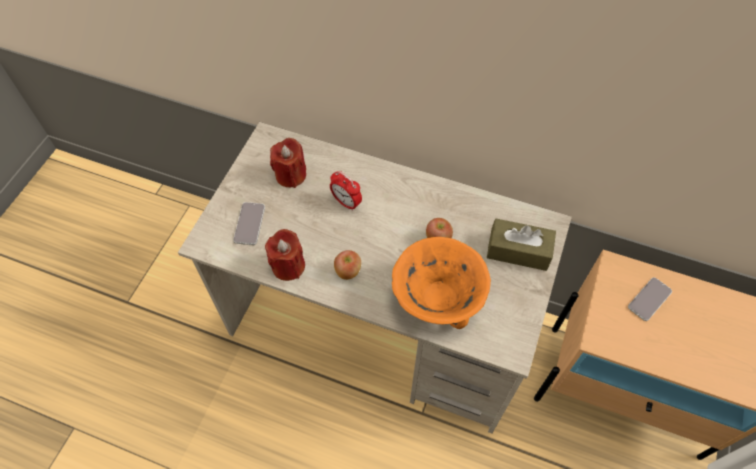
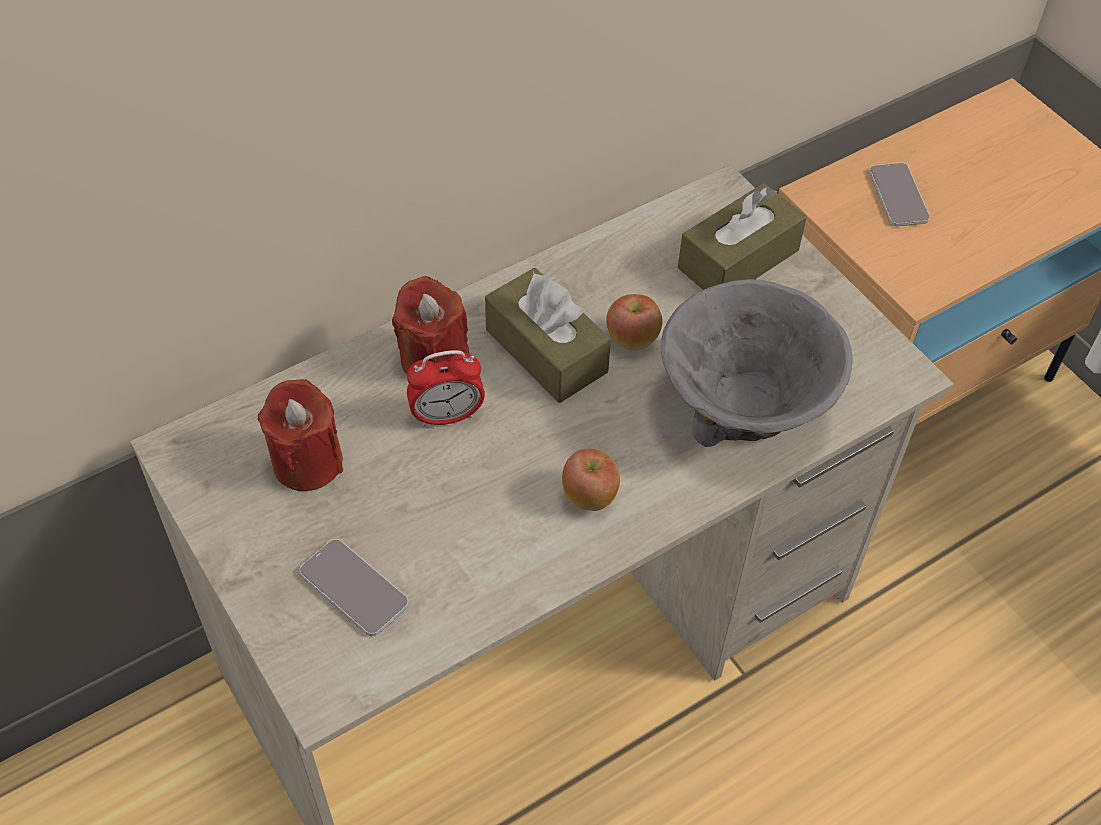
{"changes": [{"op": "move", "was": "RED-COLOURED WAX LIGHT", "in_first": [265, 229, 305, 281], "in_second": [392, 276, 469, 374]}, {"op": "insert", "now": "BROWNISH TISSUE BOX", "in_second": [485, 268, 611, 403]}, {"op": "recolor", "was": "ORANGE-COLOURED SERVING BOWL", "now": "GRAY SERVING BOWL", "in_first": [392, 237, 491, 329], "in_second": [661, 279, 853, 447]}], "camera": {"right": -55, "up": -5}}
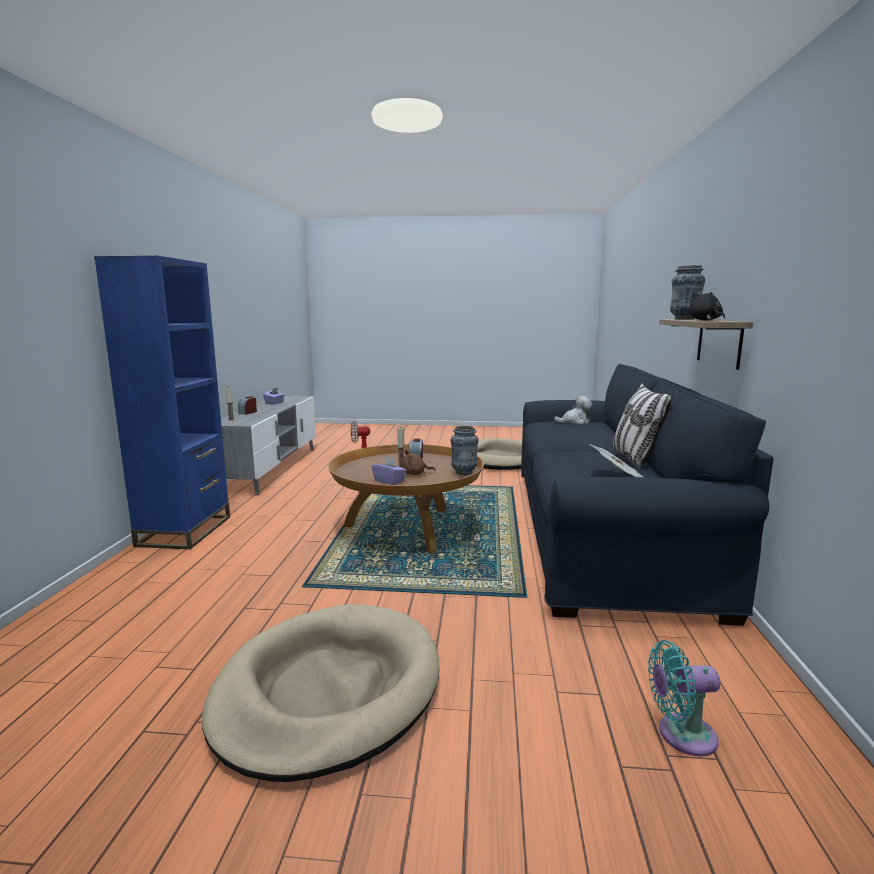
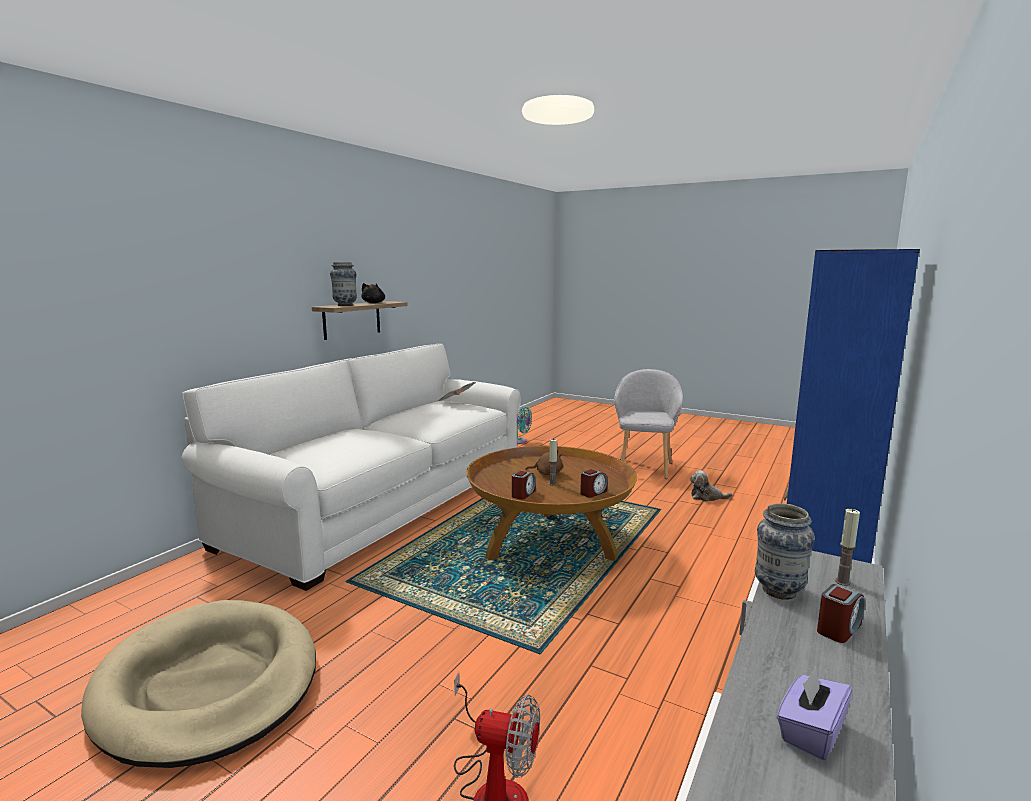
{"changes": [{"op": "recolor", "was": "BLUE-COLOURED COUCH", "now": "WHITE COUCH", "in_first": [521, 364, 774, 626], "in_second": [182, 343, 521, 591]}, {"op": "insert", "now": "ALARM CLOCK", "in_second": [580, 469, 607, 498]}, {"op": "replace", "was": "SAND-COLOURED DOG BED", "now": "GRAY ARMCHAIR", "in_first": [202, 604, 439, 782], "in_second": [614, 369, 683, 479]}, {"op": "move", "was": "CUDDLY TOY", "in_first": [554, 396, 592, 424], "in_second": [690, 470, 732, 502]}, {"op": "move", "was": "FLOWER VASE", "in_first": [451, 426, 479, 475], "in_second": [755, 503, 815, 600]}, {"op": "delete", "was": "PURPLISH TISSUE BOX", "in_first": [372, 457, 407, 485]}, {"op": "delete", "was": "PILLOW", "in_first": [612, 383, 673, 469]}], "camera": {"right": -155, "up": 0}}
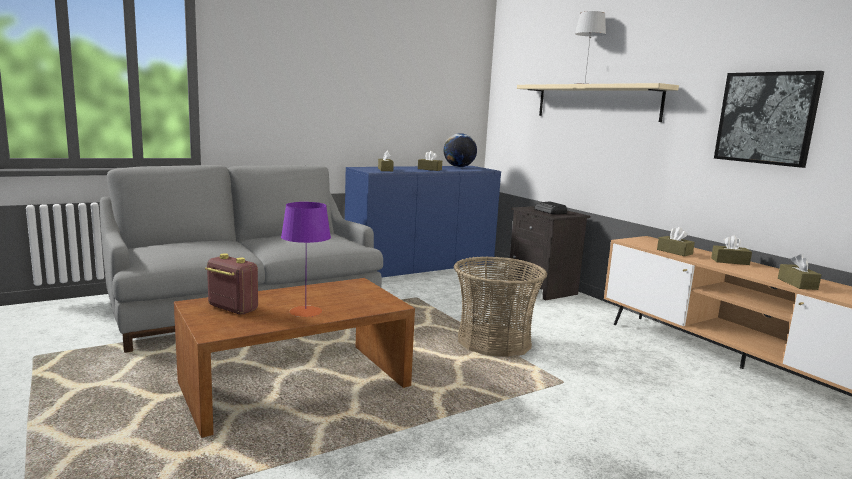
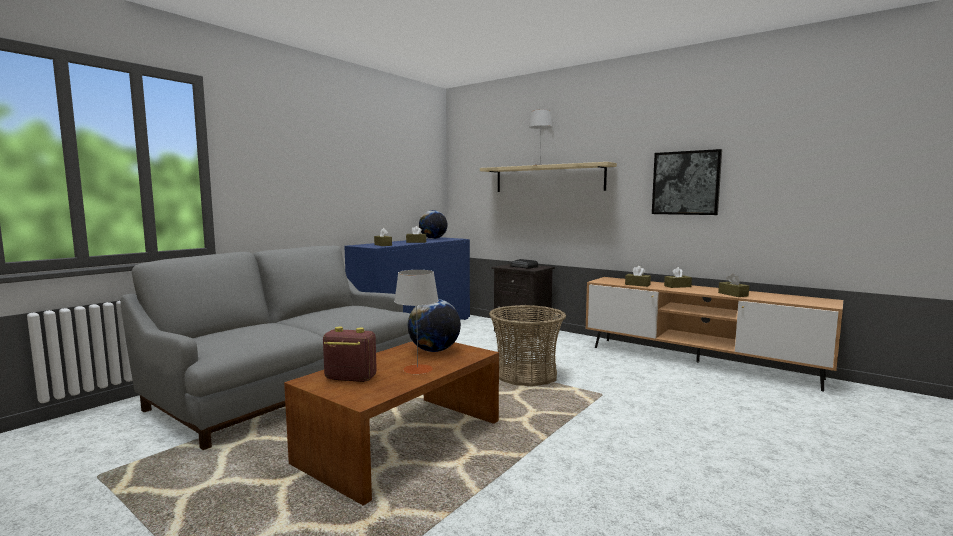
{"changes": [{"op": "recolor", "was": "PURPLISH LAMP FOR A TABLE", "now": "GRAY LAMP FOR A TABLE", "in_first": [281, 202, 331, 317], "in_second": [394, 270, 439, 374]}, {"op": "insert", "now": "DESK GLOBE", "in_second": [408, 299, 461, 352]}], "camera": {"right": -20, "up": -5}}
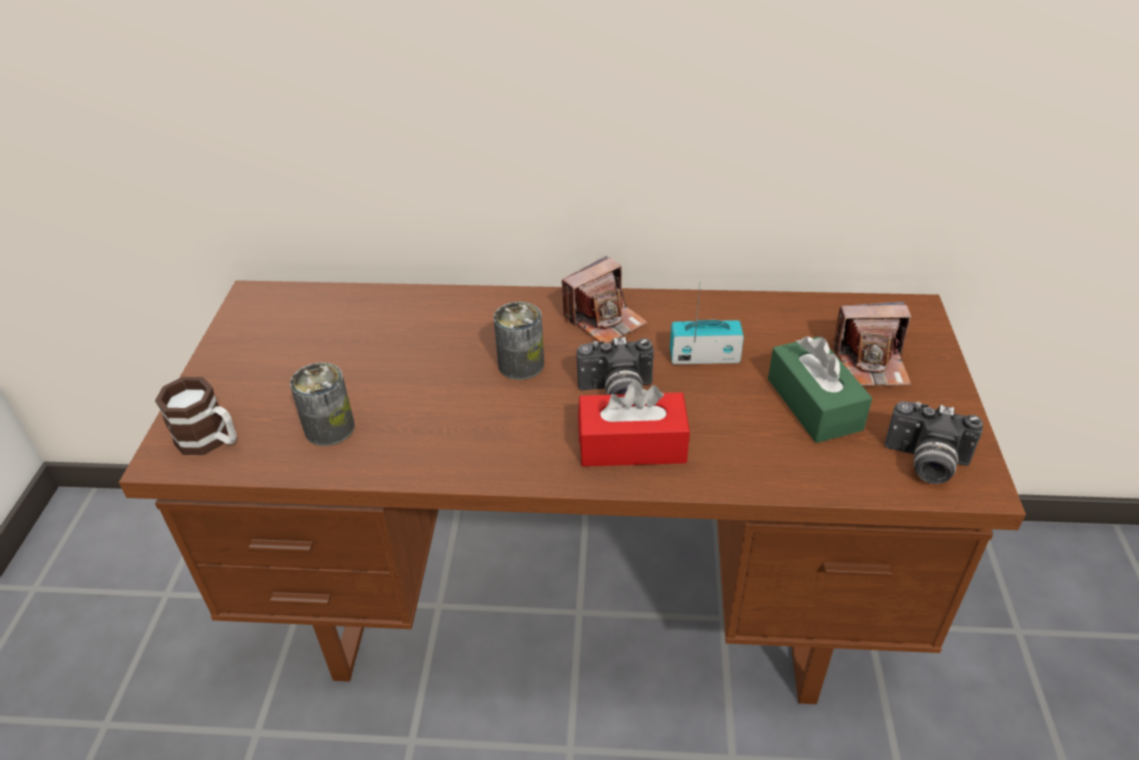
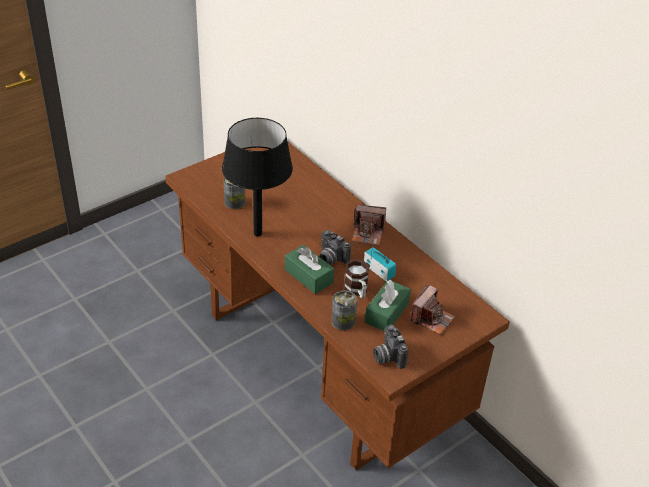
{"changes": [{"op": "insert", "now": "BLACK-COLOURED LAMP FOR A TABLE", "in_second": [222, 118, 293, 236]}, {"op": "recolor", "was": "RED-COLOURED TISSUE BOX", "now": "GREEN-COLOURED TISSUE BOX", "in_first": [578, 382, 690, 467], "in_second": [285, 245, 334, 294]}, {"op": "move", "was": "CAN", "in_first": [494, 302, 544, 380], "in_second": [331, 291, 357, 330]}, {"op": "move", "was": "COFFEE MUG", "in_first": [155, 377, 237, 455], "in_second": [344, 259, 369, 298]}, {"op": "rotate", "was": "STILL CAMERA", "in_first": [831, 301, 911, 386], "in_second": [410, 285, 455, 335], "clockwise": -105}], "camera": {"right": 45, "up": 0}}
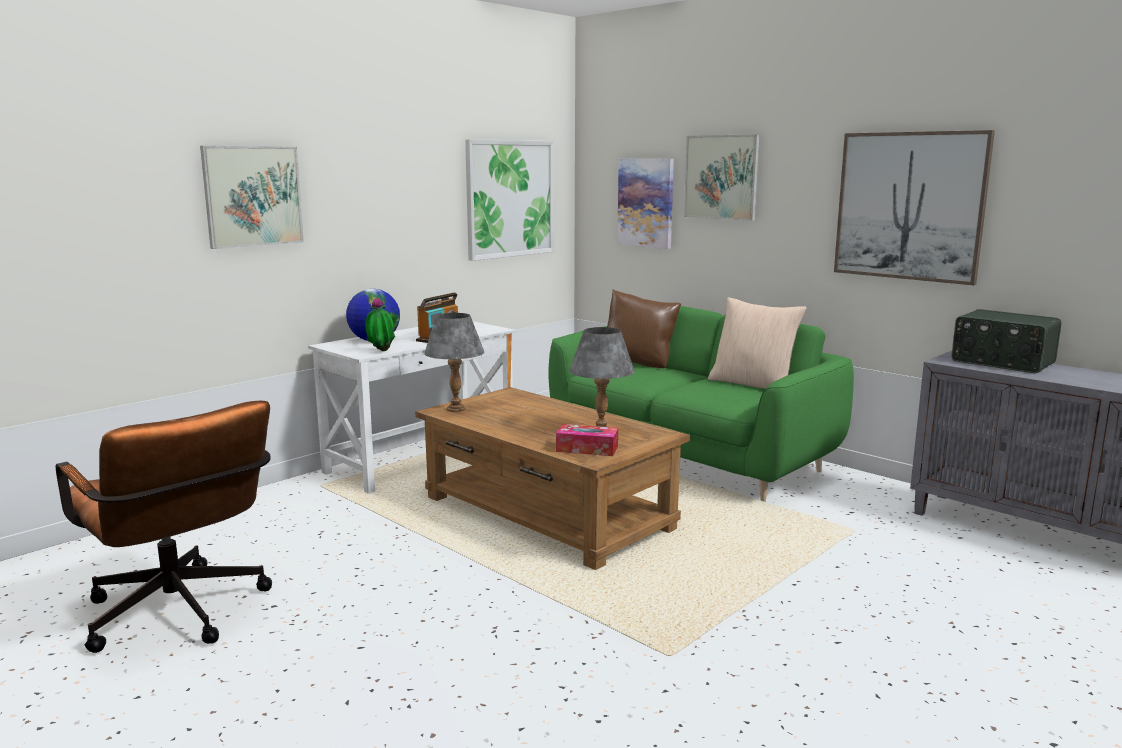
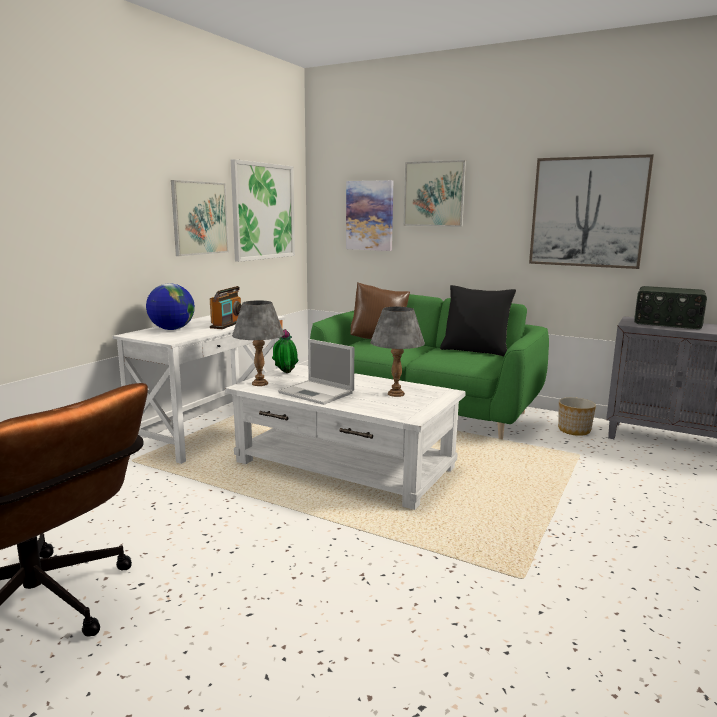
{"changes": [{"op": "move", "was": "WALL ART", "in_first": [200, 146, 304, 249], "in_second": [171, 180, 228, 256]}, {"op": "recolor", "was": "BROWNISH LOW TABLE", "now": "WHITE LOW TABLE", "in_first": [415, 387, 690, 570], "in_second": [225, 364, 466, 510]}, {"op": "move", "was": "HOUSEPLANT", "in_first": [365, 297, 395, 351], "in_second": [272, 329, 299, 373]}, {"op": "insert", "now": "LAPTOP", "in_second": [278, 339, 354, 405]}, {"op": "recolor", "was": "SAND-COLOURED PILLOW", "now": "BLACK-COLOURED PILLOW", "in_first": [708, 297, 807, 389], "in_second": [440, 285, 516, 357]}, {"op": "insert", "now": "FLOWER POT", "in_second": [558, 397, 596, 436]}, {"op": "delete", "was": "TISSUE BOX", "in_first": [556, 424, 618, 456]}], "camera": {"right": -15, "up": 0}}
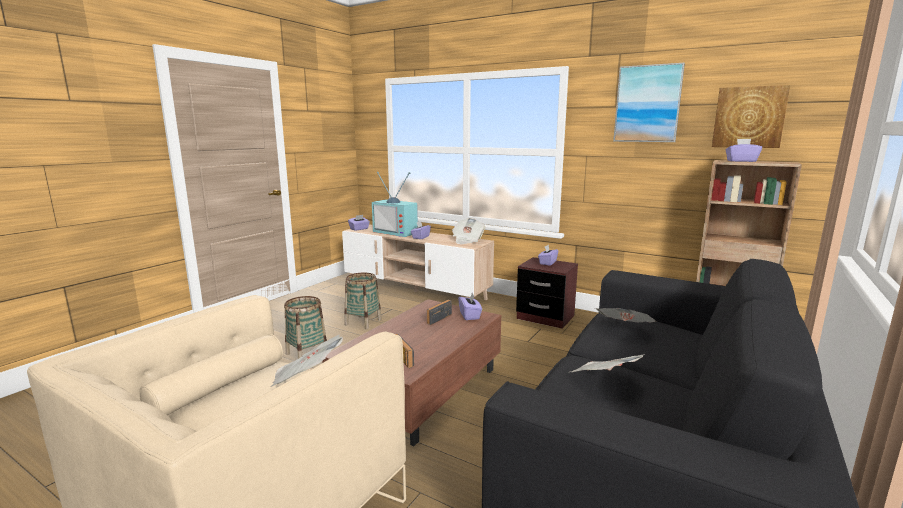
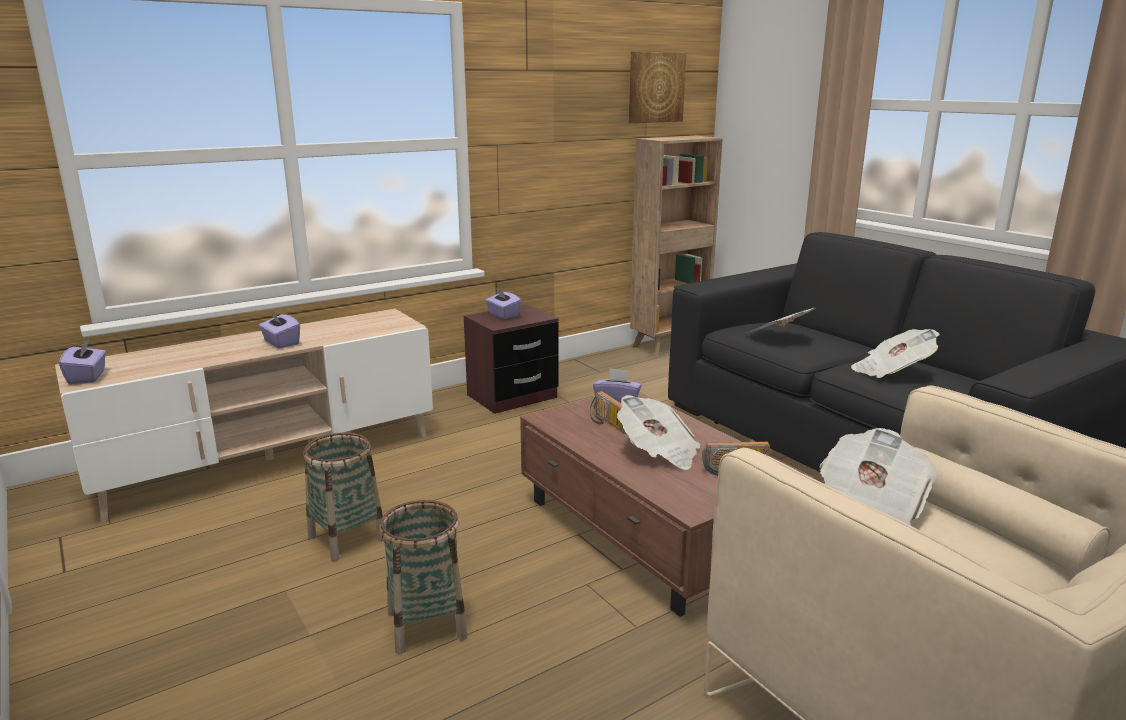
{"changes": [{"op": "move", "was": "PRINTED PAPER", "in_first": [452, 218, 486, 244], "in_second": [617, 395, 700, 470]}, {"op": "delete", "was": "TV", "in_first": [372, 172, 418, 237]}, {"op": "delete", "was": "WALL ART", "in_first": [613, 63, 685, 142]}, {"op": "delete", "was": "PURPLISH TISSUE BOX", "in_first": [726, 139, 762, 162]}], "camera": {"right": -65, "up": 5}}
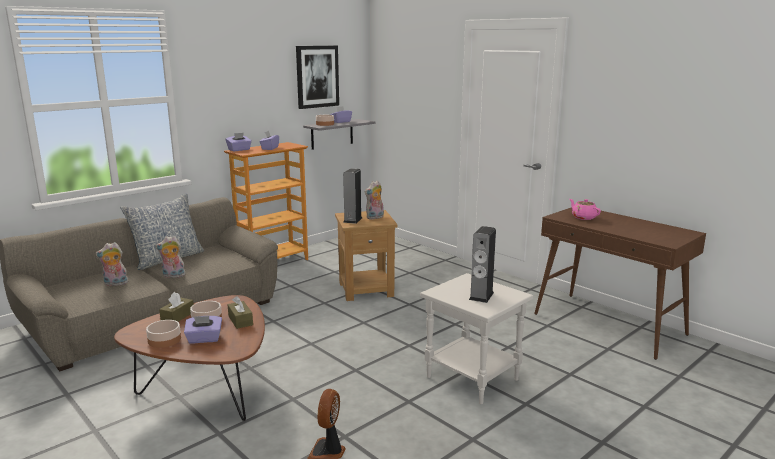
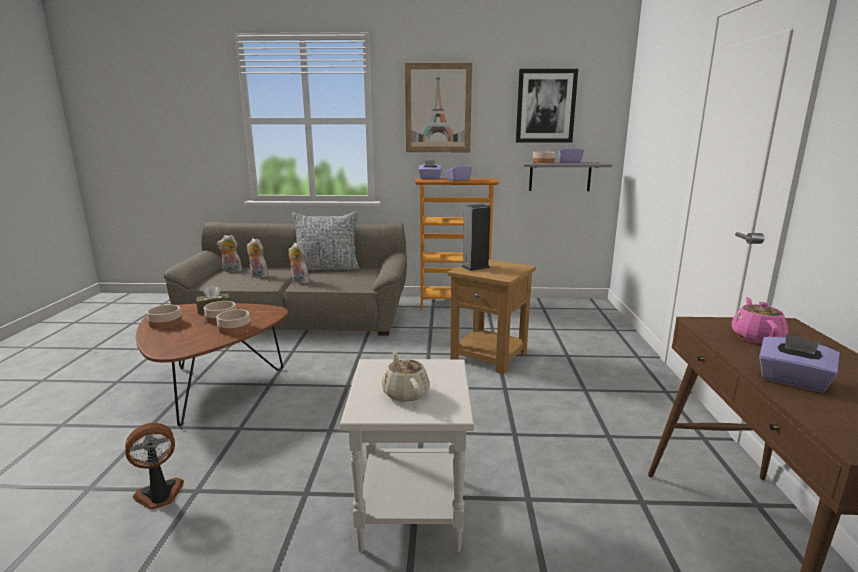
{"changes": [{"op": "replace", "was": "BROWNISH TISSUE BOX", "now": "SERVING BOWL", "in_first": [228, 296, 253, 329], "in_second": [216, 310, 251, 335]}, {"op": "move", "was": "CUDDLY TOY", "in_first": [365, 180, 384, 220], "in_second": [217, 235, 244, 272]}, {"op": "replace", "was": "LOUDSPEAKER", "now": "SAND-COLOURED POT FOR TEA", "in_first": [469, 226, 496, 303], "in_second": [382, 351, 430, 402]}, {"op": "insert", "now": "WALL ART", "in_second": [405, 63, 472, 152]}, {"op": "move", "was": "PURPLISH TISSUE BOX", "in_first": [184, 316, 222, 343], "in_second": [759, 334, 840, 393]}], "camera": {"right": 45, "up": 0}}
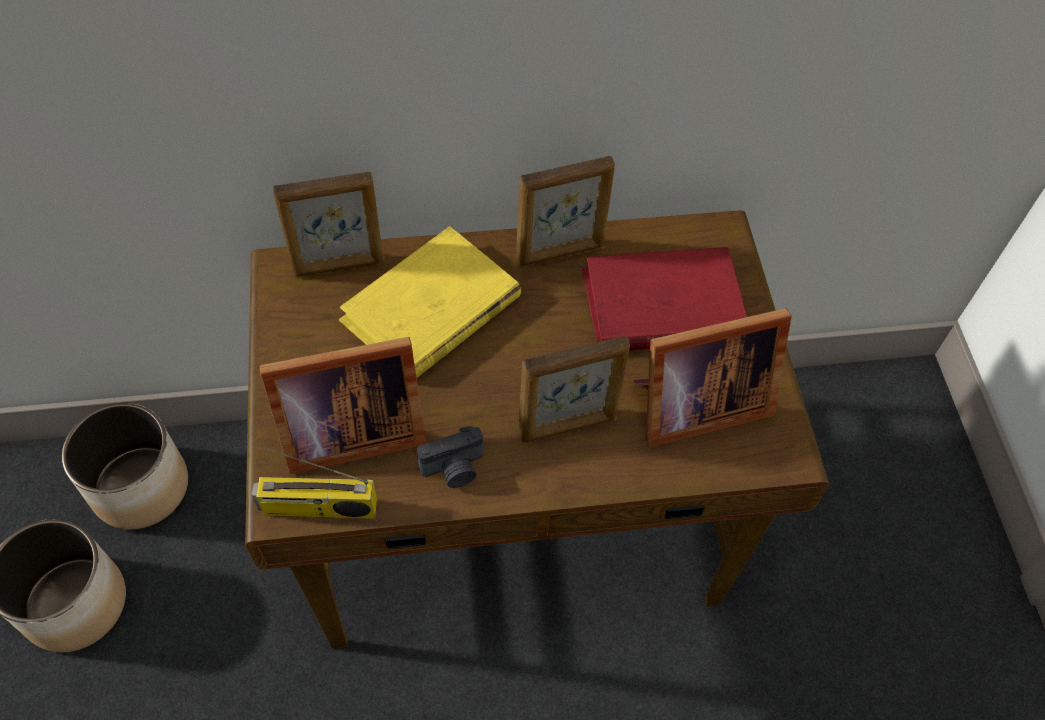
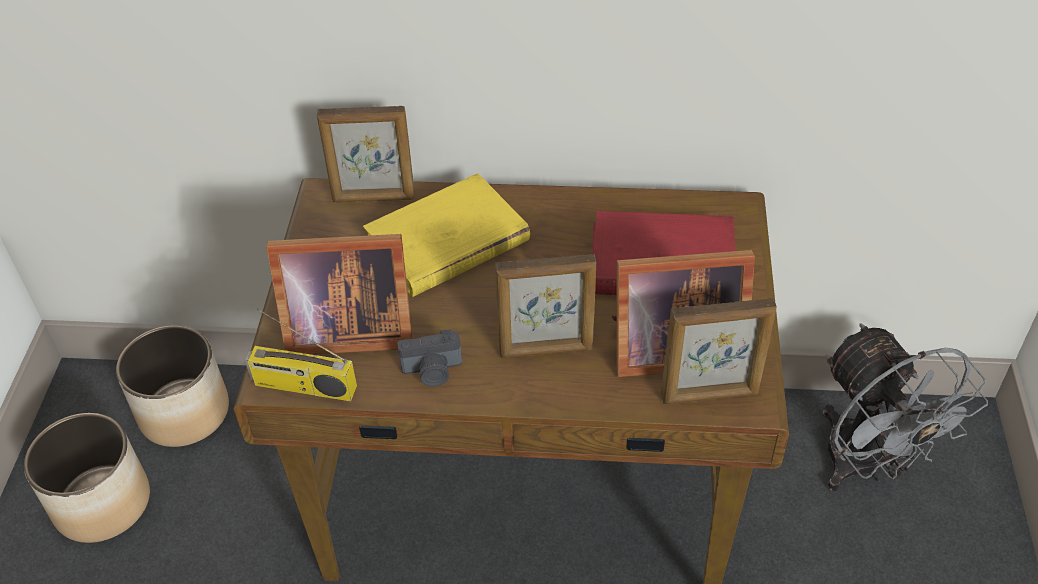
{"changes": [{"op": "move", "was": "PHOTO FRAME", "in_first": [516, 156, 615, 266], "in_second": [661, 298, 777, 404]}, {"op": "insert", "now": "GRAY ELECTRIC FAN", "in_second": [823, 323, 988, 492]}], "camera": {"right": 15, "up": -10}}
